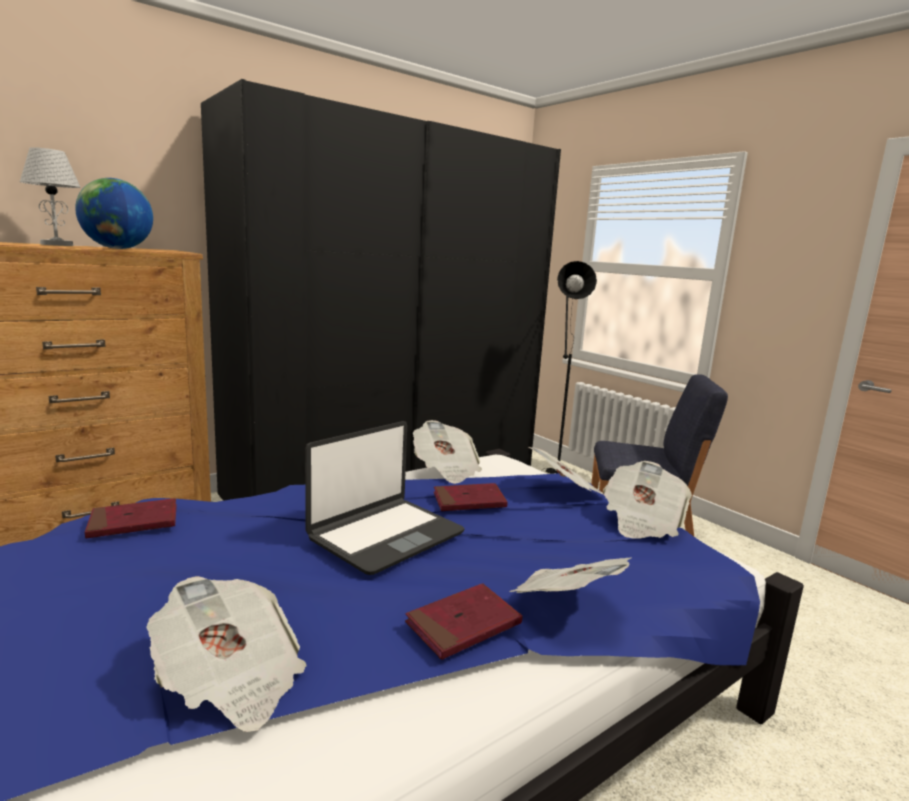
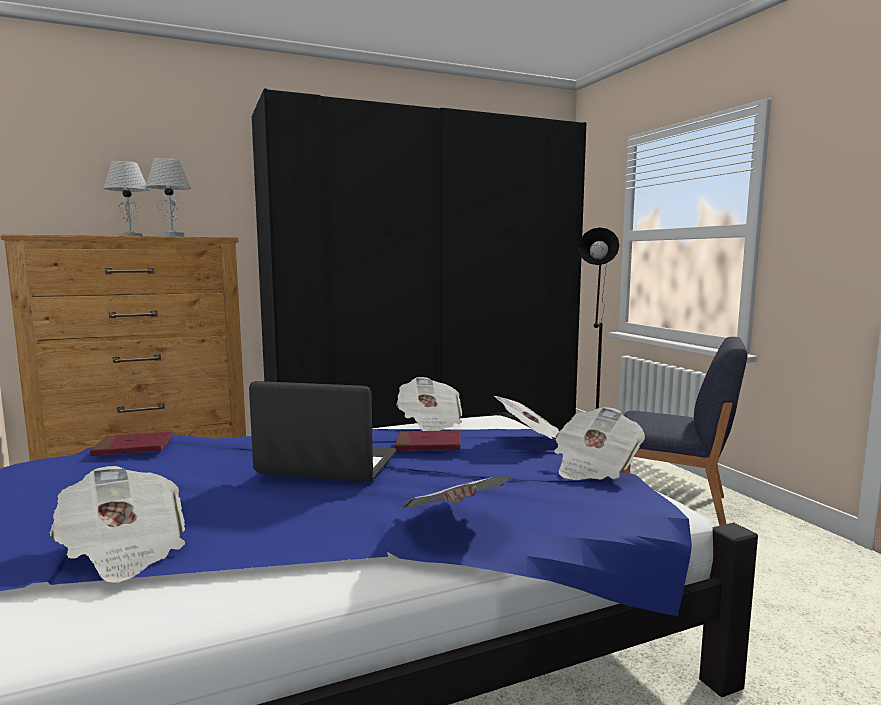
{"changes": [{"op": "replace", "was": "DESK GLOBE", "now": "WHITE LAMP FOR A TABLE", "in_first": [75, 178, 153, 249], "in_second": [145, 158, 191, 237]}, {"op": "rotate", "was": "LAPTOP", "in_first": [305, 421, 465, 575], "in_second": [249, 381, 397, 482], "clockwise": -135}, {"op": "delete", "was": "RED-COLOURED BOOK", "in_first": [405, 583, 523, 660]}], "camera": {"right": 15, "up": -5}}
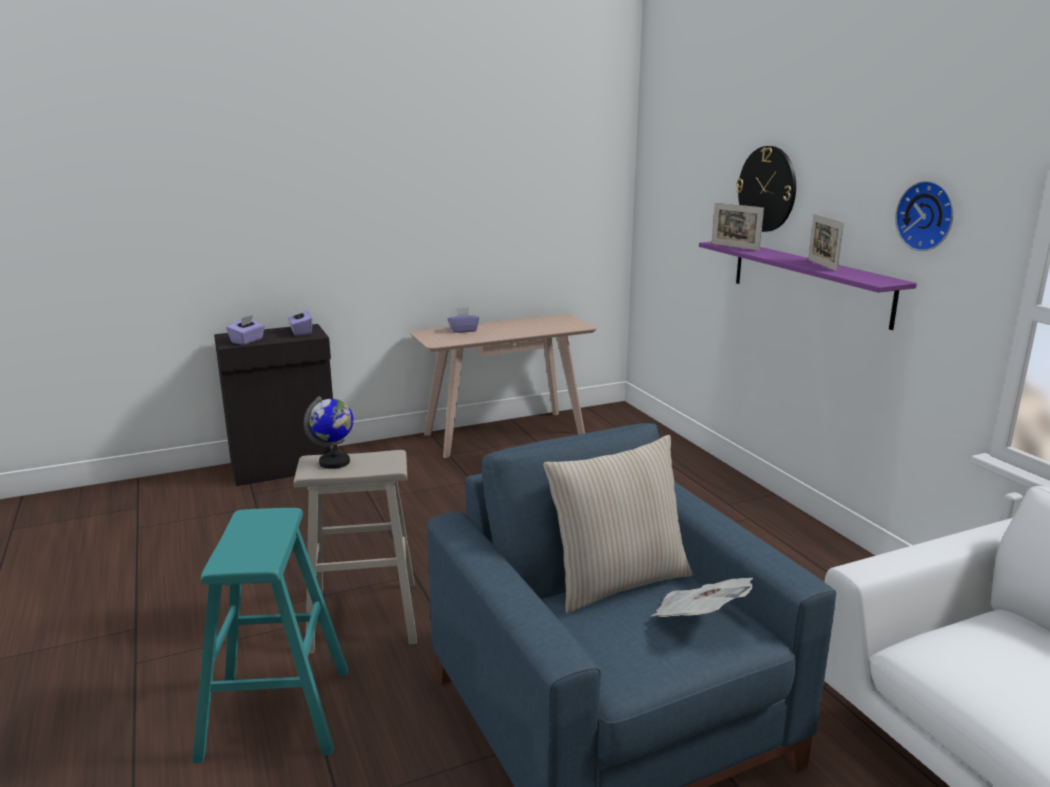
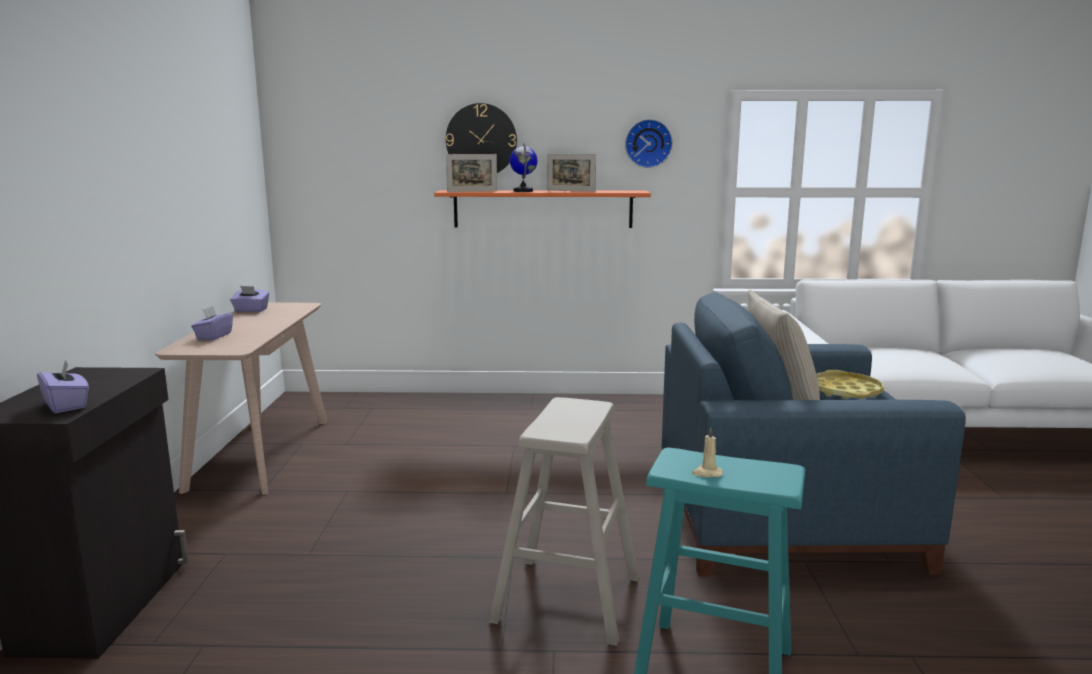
{"changes": [{"op": "move", "was": "PURPLISH TISSUE BOX", "in_first": [288, 308, 312, 336], "in_second": [230, 286, 269, 312]}, {"op": "recolor", "was": "PURPLISH BRACKET SHELF", "now": "ORANGE-COLOURED BRACKET SHELF", "in_first": [699, 242, 917, 330], "in_second": [434, 190, 651, 228]}, {"op": "move", "was": "DESK GLOBE", "in_first": [304, 396, 353, 469], "in_second": [510, 143, 538, 192]}, {"op": "insert", "now": "SAND-COLOURED WAX LIGHT", "in_second": [692, 427, 723, 477]}, {"op": "replace", "was": "PRINTED PAPER", "now": "YELLOW CARRYING TRAY", "in_first": [651, 578, 753, 617], "in_second": [816, 370, 884, 399]}], "camera": {"right": -65, "up": -5}}
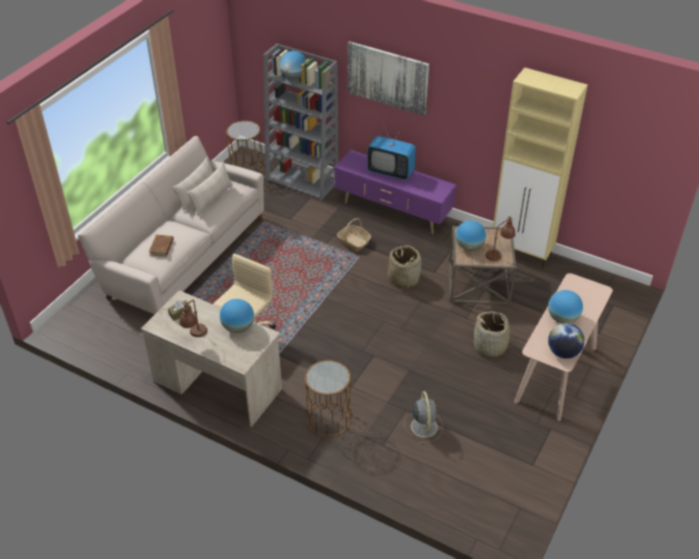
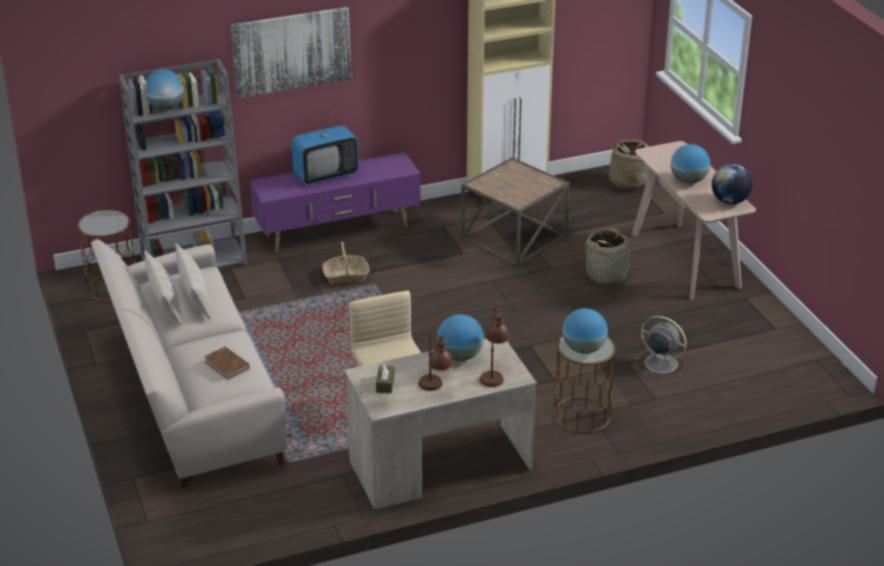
{"changes": [{"op": "move", "was": "BROWNISH LAMP FOR A TABLE", "in_first": [486, 216, 516, 261], "in_second": [480, 309, 510, 387]}, {"op": "move", "was": "DESK GLOBE", "in_first": [456, 220, 486, 250], "in_second": [562, 308, 608, 354]}, {"op": "move", "was": "HOUSEHOLD BASKET", "in_first": [388, 245, 421, 288], "in_second": [603, 140, 650, 190]}], "camera": {"right": -50, "up": -10}}
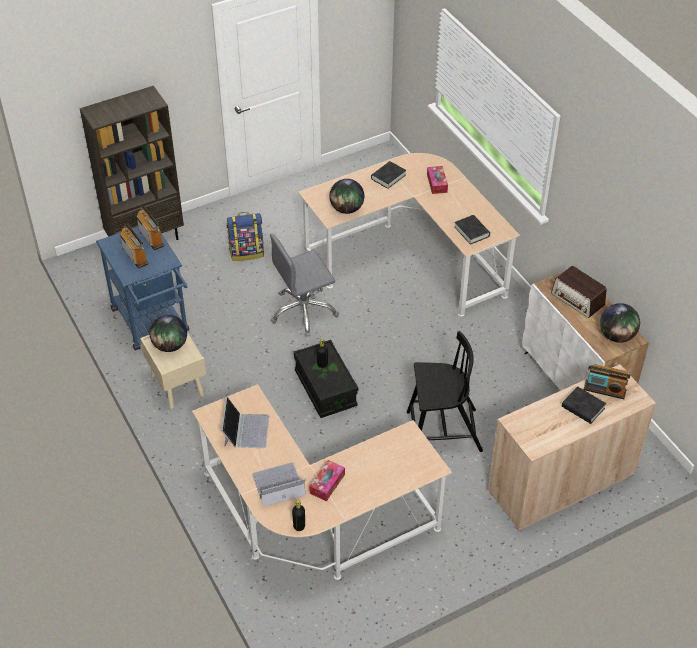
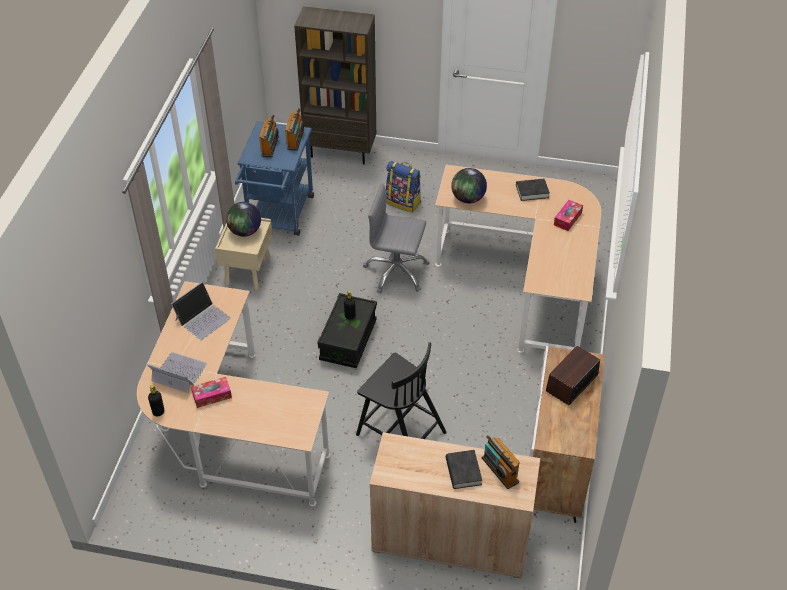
{"changes": [{"op": "rotate", "was": "RADIO RECEIVER", "in_first": [551, 266, 607, 318], "in_second": [546, 346, 600, 405], "clockwise": 45}, {"op": "delete", "was": "BLACK-COLOURED BOOK", "in_first": [455, 215, 490, 245]}, {"op": "delete", "was": "DESK GLOBE", "in_first": [600, 303, 640, 343]}], "camera": {"right": 40, "up": 0}}
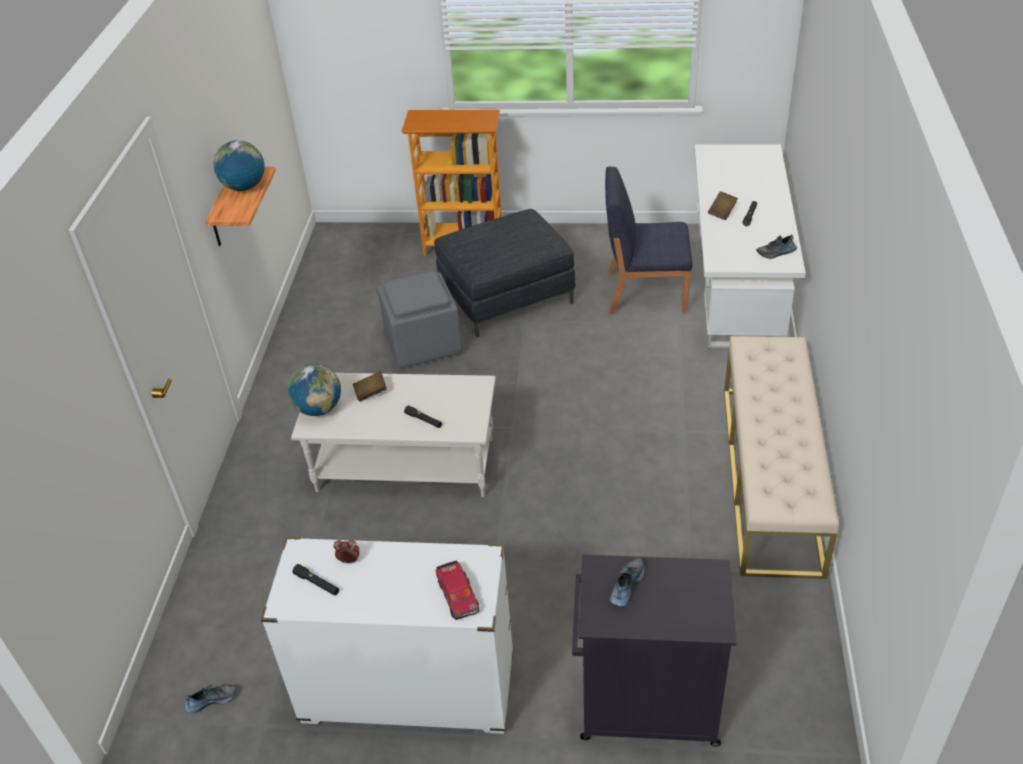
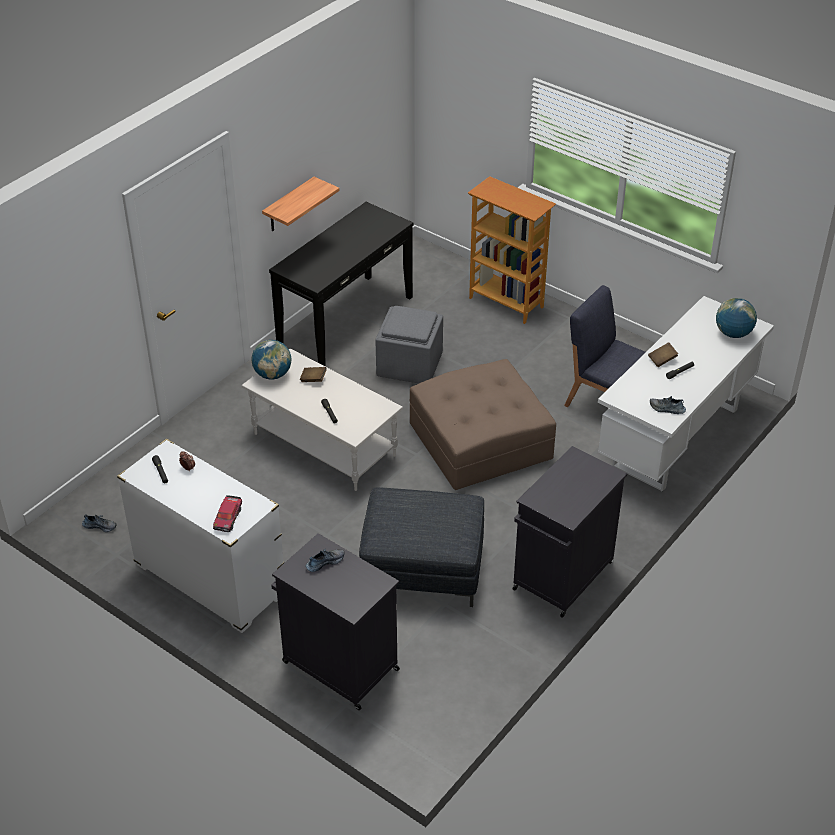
{"changes": [{"op": "insert", "now": "BLACK-COLOURED HALL TABLE", "in_second": [269, 202, 414, 366]}, {"op": "move", "was": "GRAY FOOTREST", "in_first": [434, 209, 575, 337], "in_second": [359, 487, 484, 607]}, {"op": "insert", "now": "BROWNISH FOOTREST", "in_second": [410, 359, 556, 490]}, {"op": "replace", "was": "SAND-COLOURED BENCH", "now": "BLACK-COLOURED CUPBOARD", "in_first": [724, 336, 839, 579], "in_second": [513, 446, 627, 618]}, {"op": "move", "was": "DESK GLOBE", "in_first": [214, 140, 265, 191], "in_second": [716, 298, 757, 338]}], "camera": {"right": 30, "up": 0}}
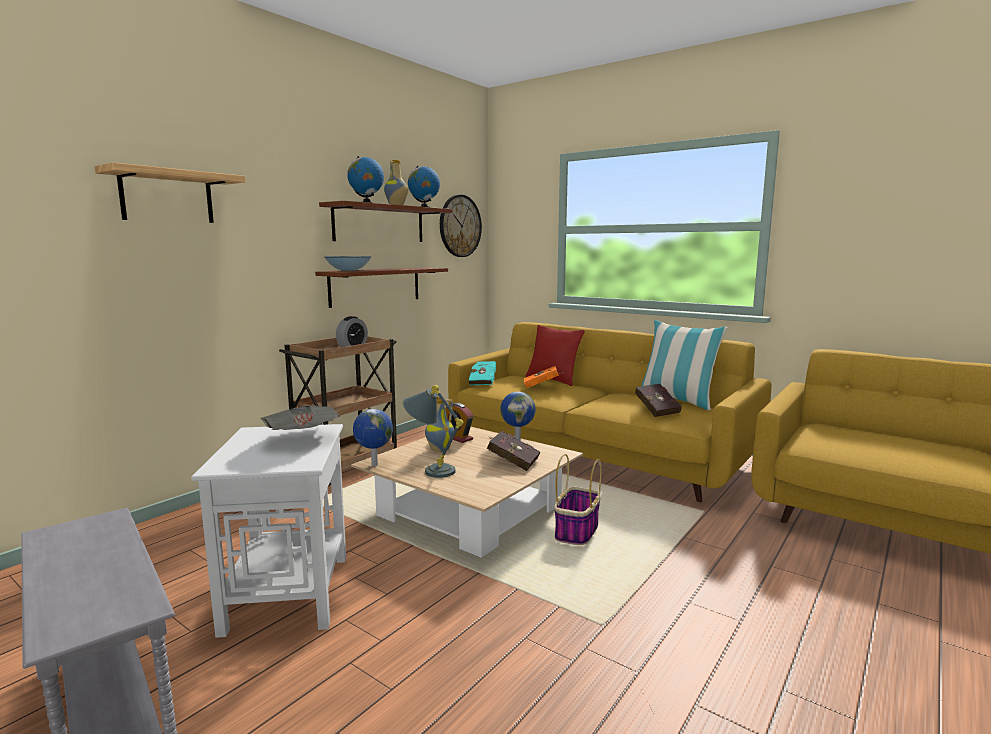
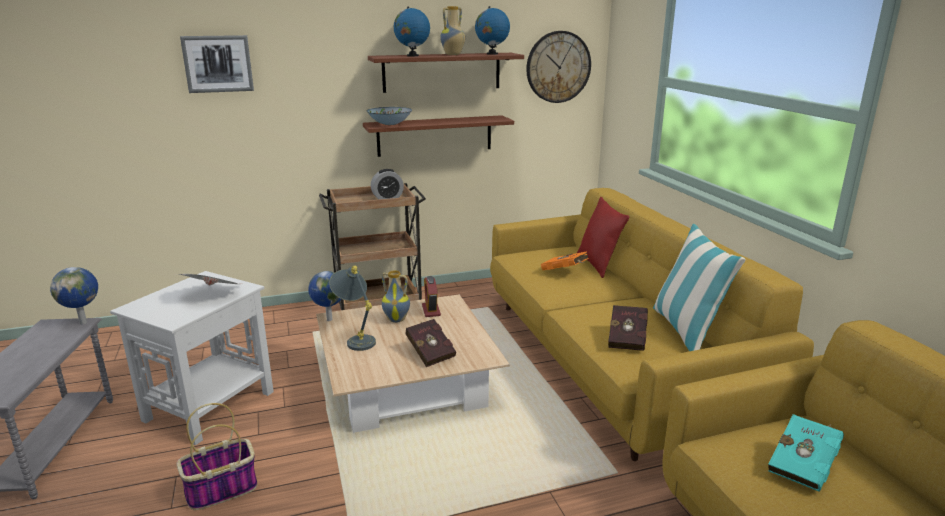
{"changes": [{"op": "move", "was": "DESK GLOBE", "in_first": [500, 392, 536, 441], "in_second": [50, 267, 98, 324]}, {"op": "move", "was": "HOUSEHOLD BASKET", "in_first": [554, 454, 602, 545], "in_second": [176, 403, 258, 510]}, {"op": "replace", "was": "BRACKET SHELF", "now": "WALL ART", "in_first": [94, 162, 246, 223], "in_second": [180, 35, 254, 93]}, {"op": "move", "was": "TURQUOISE BOOK", "in_first": [469, 361, 496, 385], "in_second": [768, 414, 844, 492]}], "camera": {"right": 35, "up": 10}}
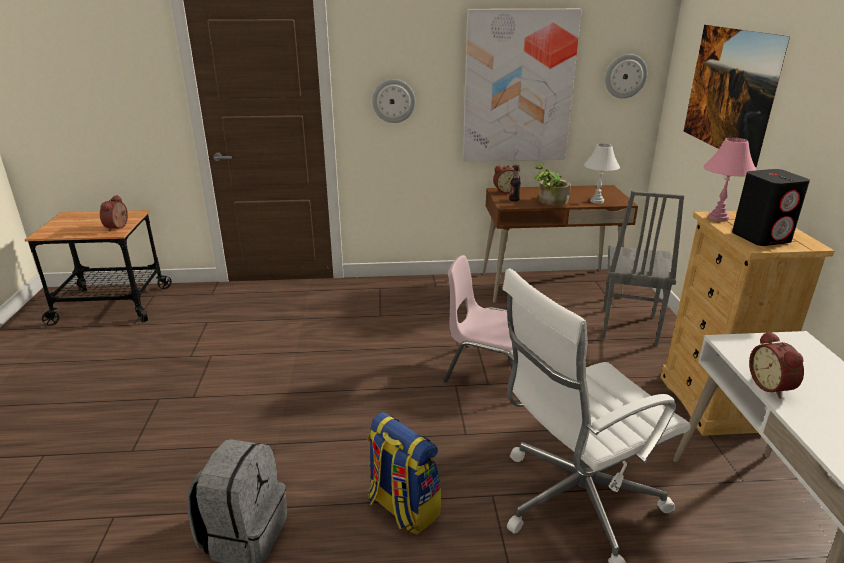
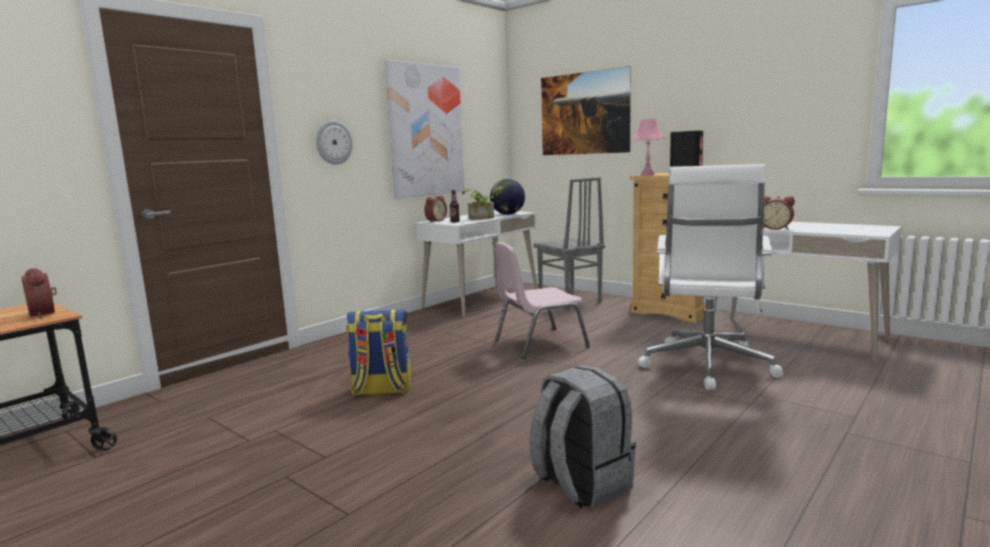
{"changes": [{"op": "move", "was": "RUCKSACK", "in_first": [368, 412, 441, 535], "in_second": [346, 309, 411, 395]}, {"op": "recolor", "was": "BROWNISH DESK TABLE", "now": "WHITE DESK TABLE", "in_first": [482, 185, 638, 303], "in_second": [416, 210, 538, 318]}, {"op": "replace", "was": "WHITE LAMP FOR A TABLE", "now": "DESK GLOBE", "in_first": [584, 144, 620, 204], "in_second": [490, 179, 525, 215]}, {"op": "delete", "was": "WALL CLOCK", "in_first": [605, 54, 647, 99]}], "camera": {"right": -45, "up": -15}}
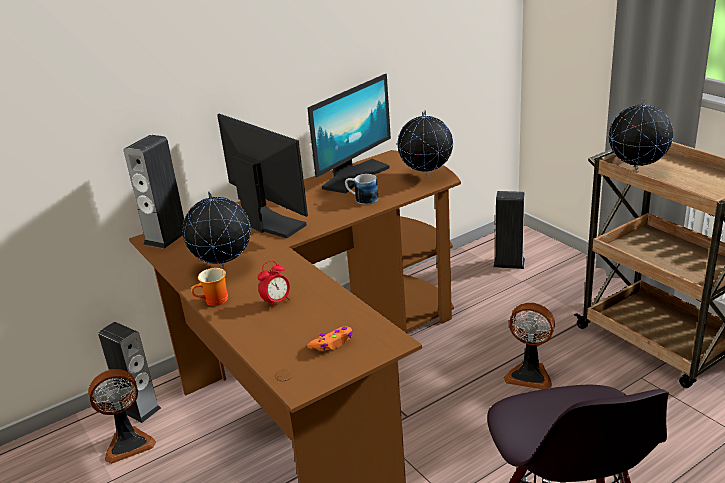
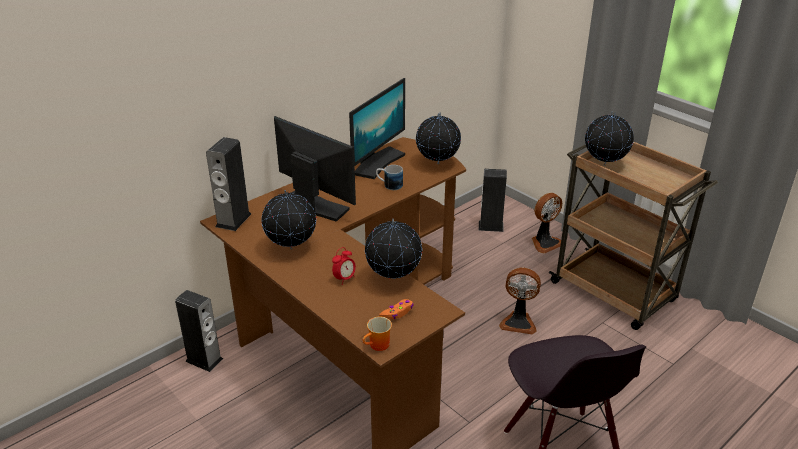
{"changes": [{"op": "move", "was": "COFFEE MUG", "in_first": [191, 268, 228, 306], "in_second": [362, 316, 392, 351]}, {"op": "insert", "now": "DESK GLOBE", "in_second": [365, 219, 422, 279]}, {"op": "move", "was": "ELECTRIC FAN", "in_first": [88, 369, 156, 464], "in_second": [532, 193, 562, 254]}], "camera": {"right": -10, "up": 5}}
